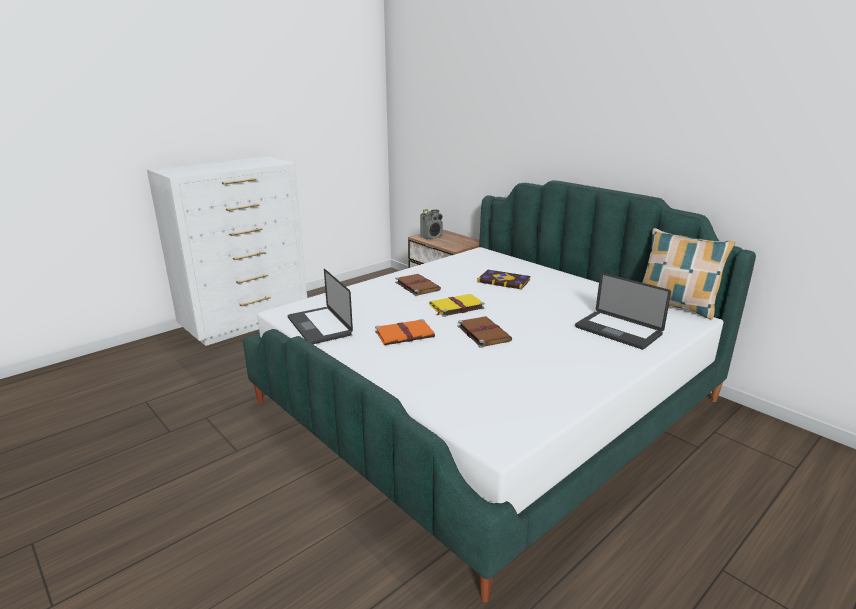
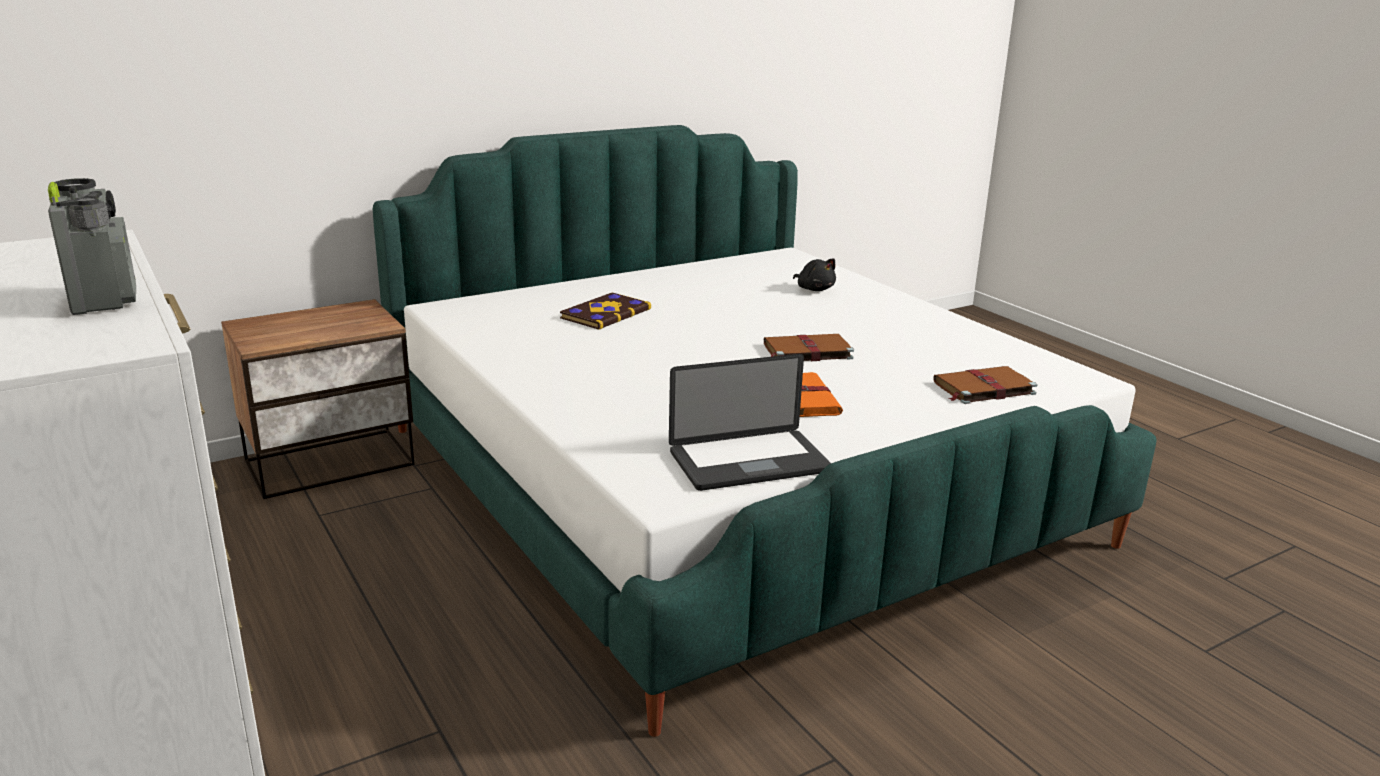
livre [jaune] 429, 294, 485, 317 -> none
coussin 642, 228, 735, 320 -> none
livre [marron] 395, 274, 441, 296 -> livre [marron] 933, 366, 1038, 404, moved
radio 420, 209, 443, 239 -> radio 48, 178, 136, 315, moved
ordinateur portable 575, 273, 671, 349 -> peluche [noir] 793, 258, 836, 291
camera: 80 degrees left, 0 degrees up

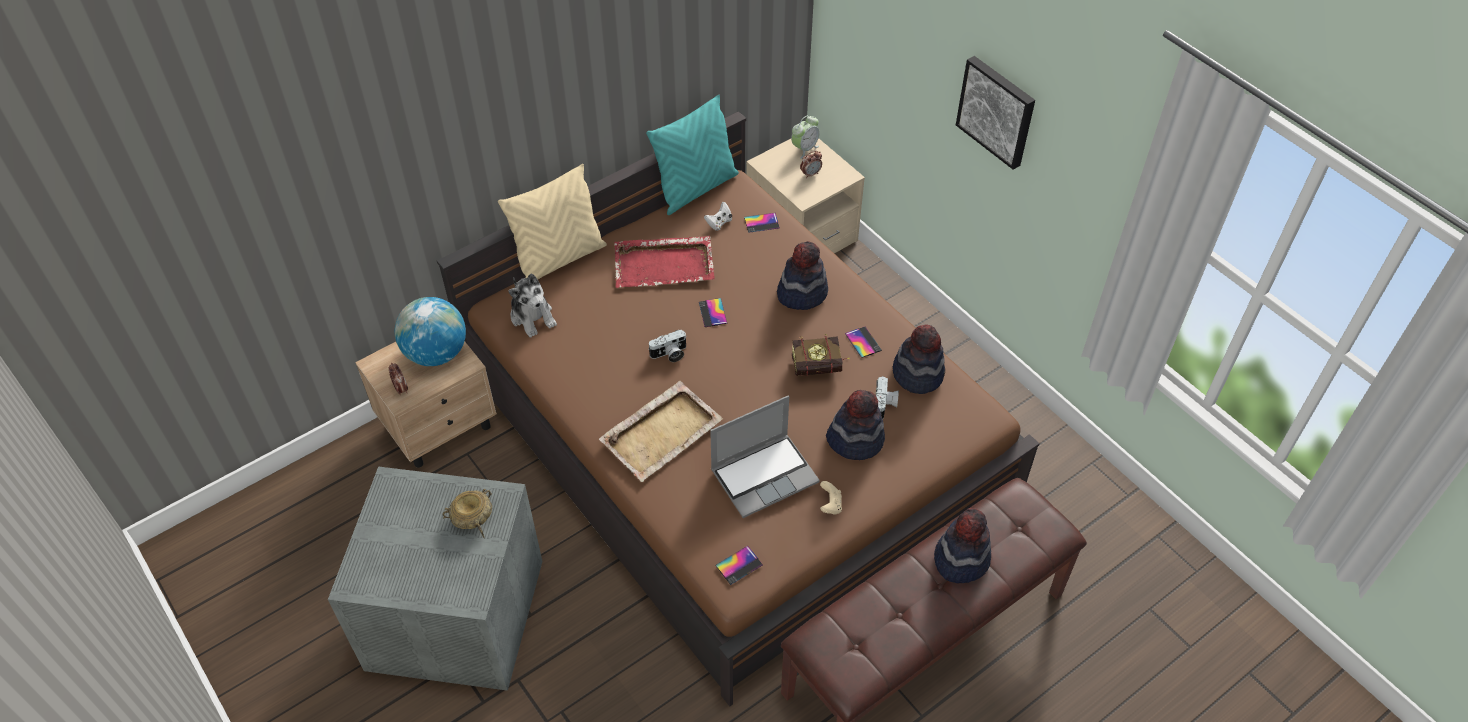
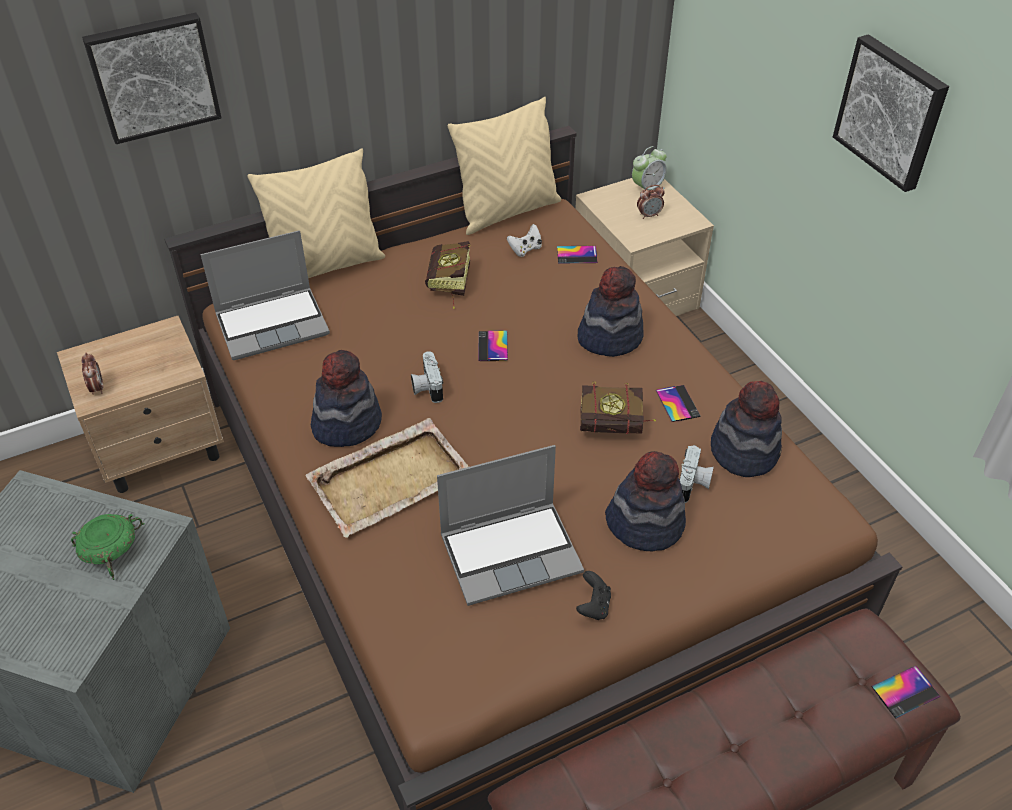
globe 395, 297, 466, 366 -> none
none -> tableau 82, 13, 221, 144
téléphone 715, 546, 763, 585 -> téléphone 871, 666, 940, 718, moved
chapeau 934, 508, 991, 583 -> chapeau 311, 350, 382, 447, moved
peluche 509, 273, 557, 337 -> ordinateur portable 201, 230, 330, 360
plateau [rouge] 614, 236, 714, 288 -> livre 425, 241, 470, 309
bol [beige] 443, 489, 492, 538 -> bol [vert] 71, 514, 145, 580
coussin [turquoise] 646, 94, 739, 215 -> coussin [beige] 448, 97, 561, 235
manette [beige] 820, 481, 842, 515 -> manette [noir] 576, 571, 611, 620
appareil photo 648, 330, 687, 362 -> appareil photo 411, 351, 443, 403, 90 degrees clockwise
camera: 10 degrees right, 5 degrees down

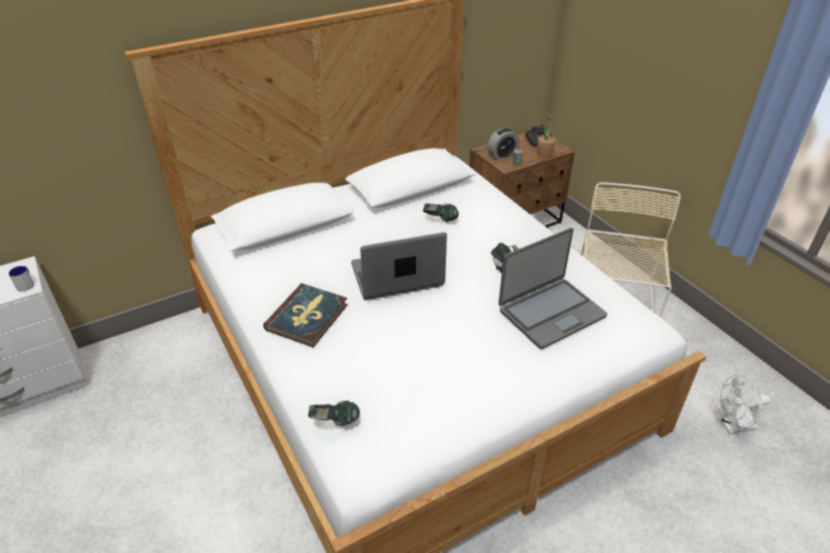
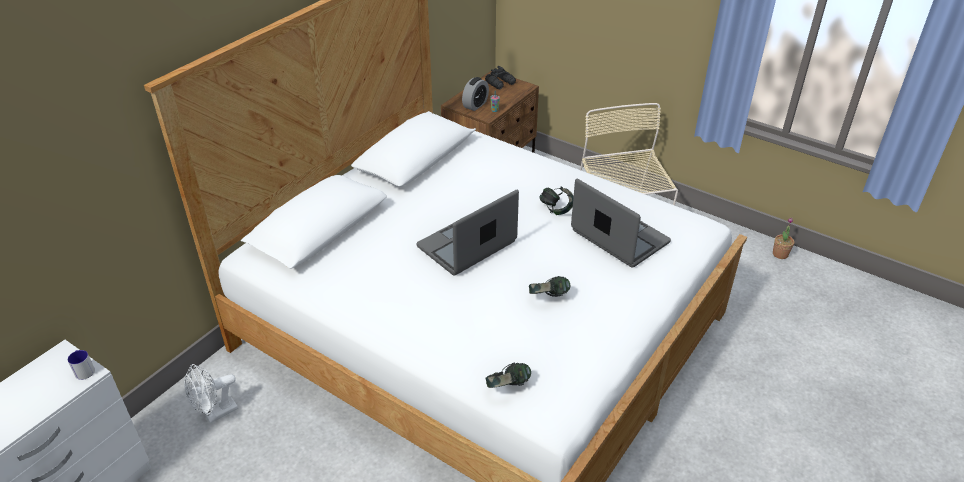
livre 263, 283, 348, 347 -> none
casque audio 423, 203, 459, 222 -> casque audio 529, 276, 570, 297, moved
plante en pot 538, 114, 556, 158 -> plante en pot 773, 218, 794, 259, moved
ventilateur [blanc] 720, 375, 771, 434 -> ventilateur [blanc] 184, 364, 238, 423, moved
ordinateur portable 498, 228, 607, 349 -> ordinateur portable 571, 179, 671, 268, 75 degrees counterclockwise
camera: 25 degrees left, 0 degrees up

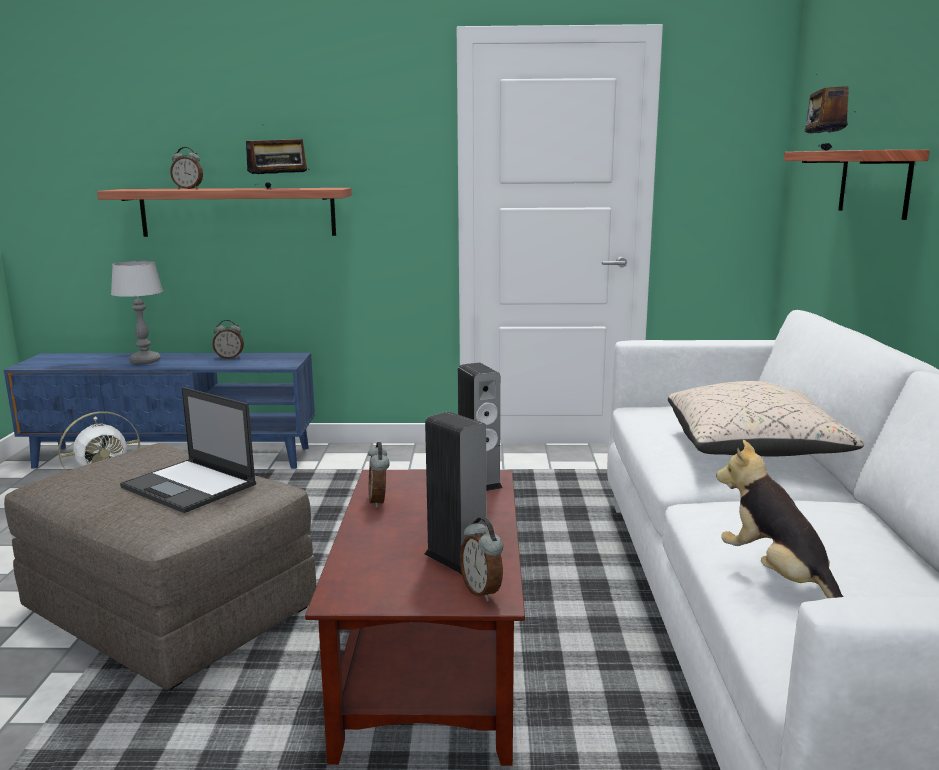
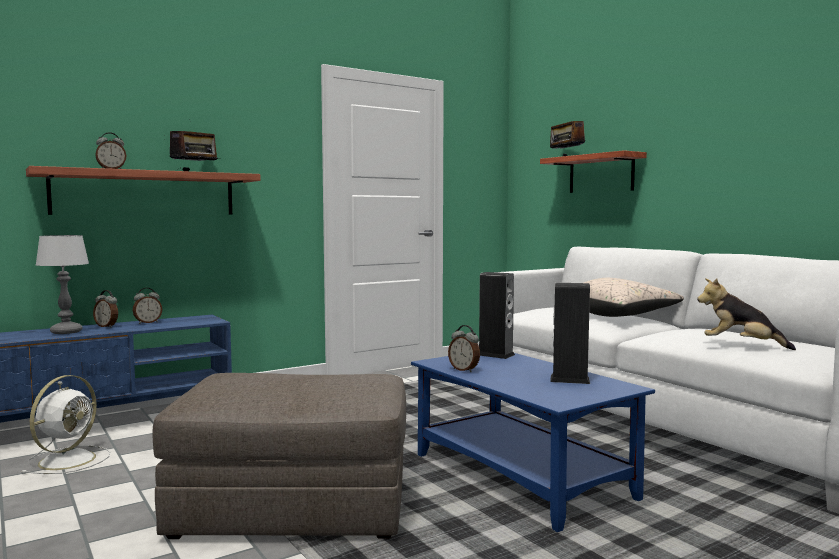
ordinateur portable 120, 387, 256, 513 -> none
réveil 460, 517, 503, 601 -> réveil 93, 290, 118, 328, moved
table basse [marron] 305, 470, 525, 766 -> table basse [bleu] 411, 353, 655, 532
camera: 35 degrees left, 10 degrees down

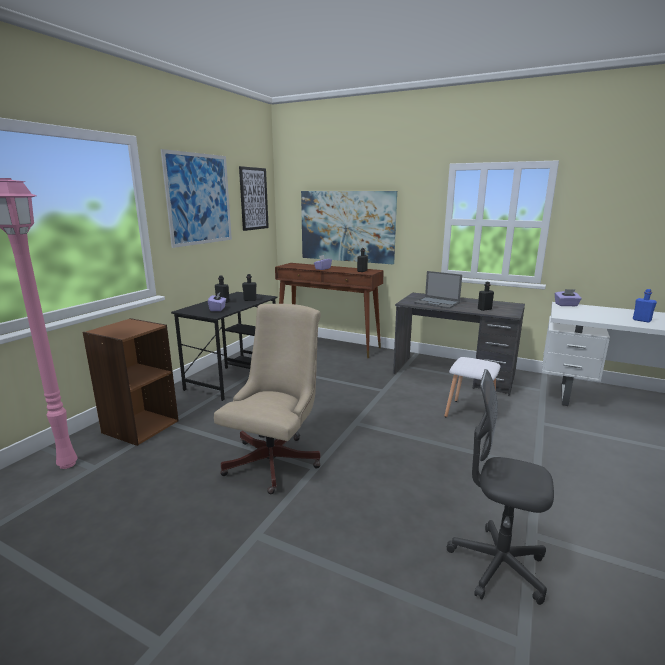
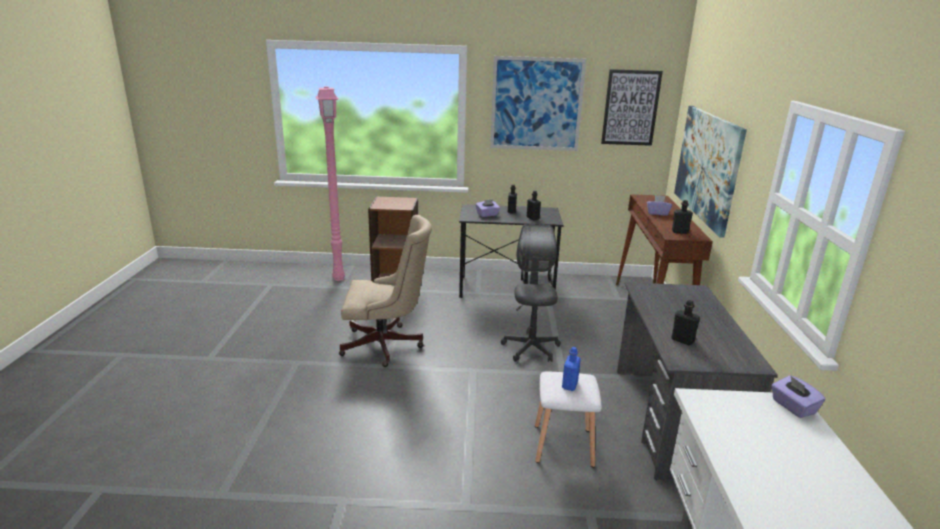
ordinateur portable 414, 271, 462, 309 -> none
chaise de bureau [gris] 447, 369, 554, 605 -> chaise de bureau [gris] 501, 224, 561, 362, moved
bouteille [bleu] 633, 289, 657, 322 -> bouteille [bleu] 562, 347, 581, 391, moved
camera: 65 degrees right, 5 degrees up

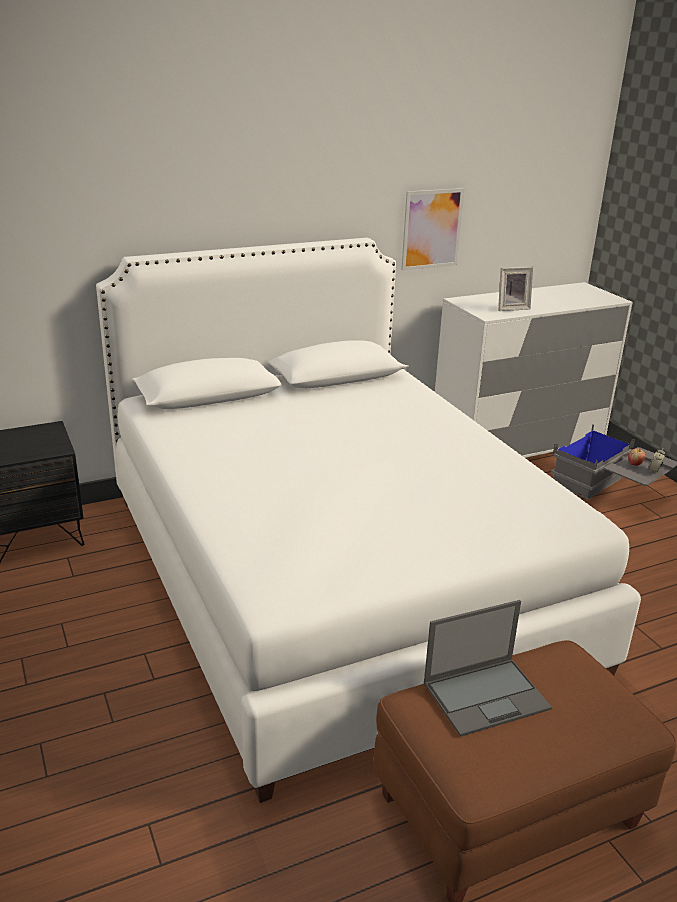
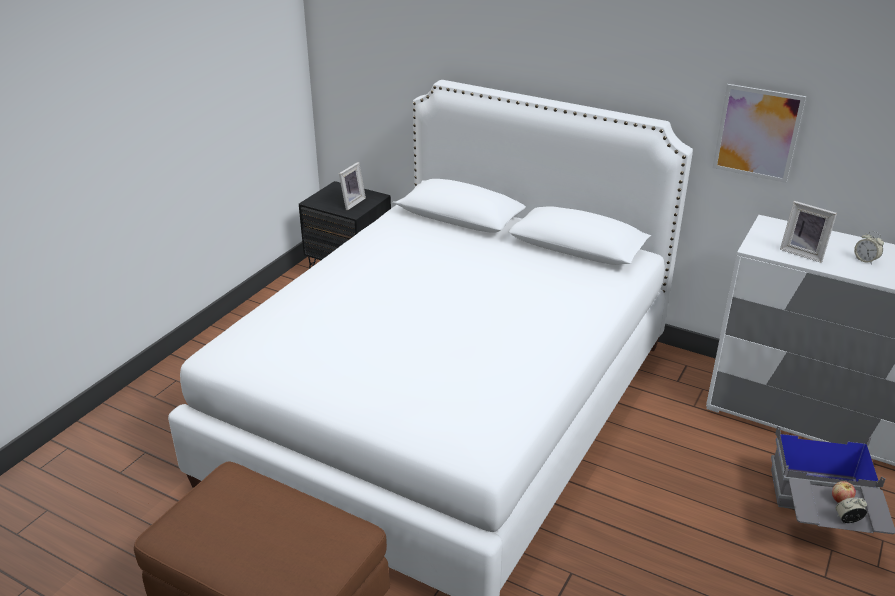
ordinateur portable 424, 600, 552, 737 -> none
none -> cadre photo 339, 162, 366, 210
none -> réveil 854, 231, 884, 265
camera: 55 degrees right, 5 degrees up

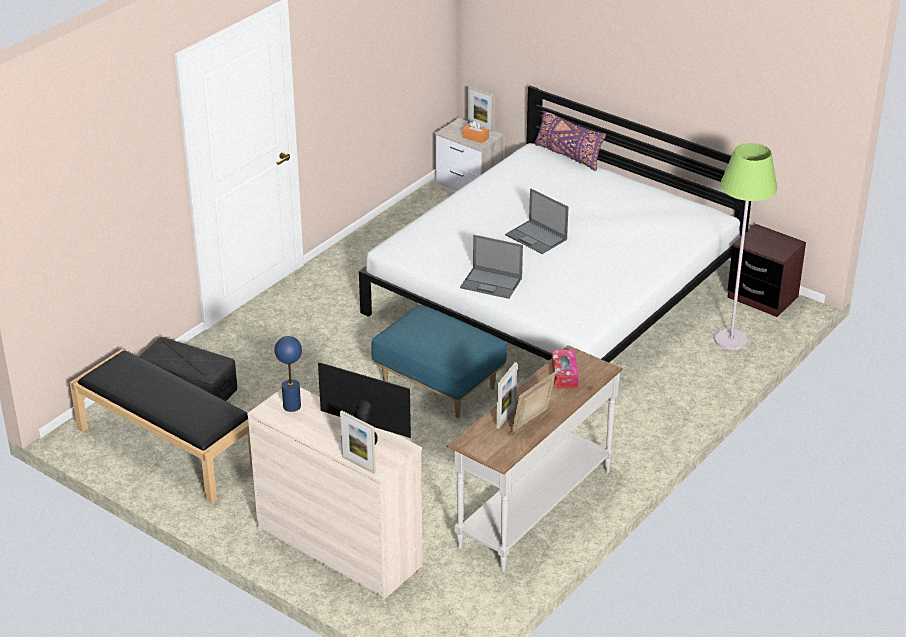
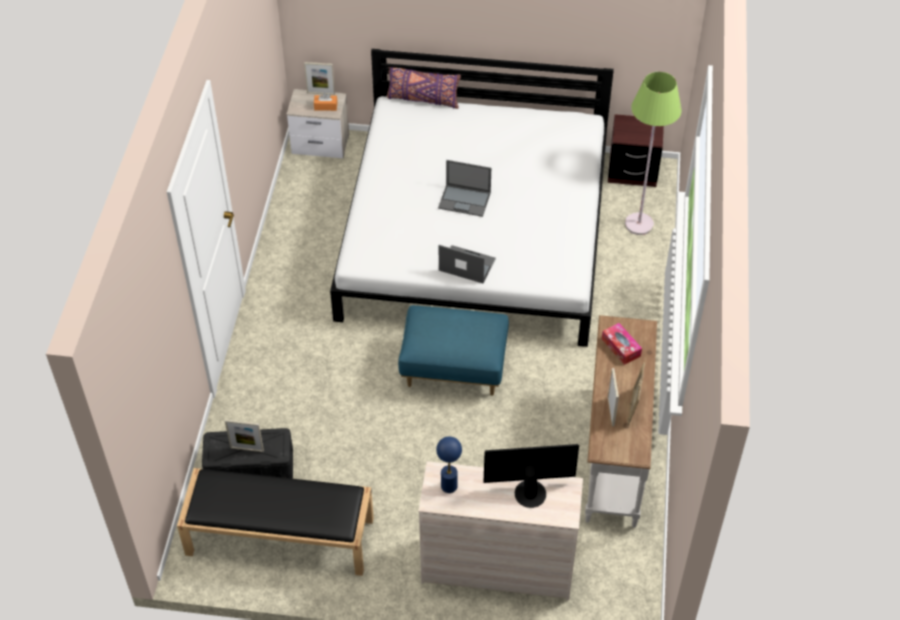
cadre photo 340, 410, 376, 474 -> cadre photo 225, 419, 264, 452, moved
ordinateur portable 460, 235, 523, 299 -> ordinateur portable 439, 245, 496, 283, 150 degrees counterclockwise
camera: 30 degrees left, 15 degrees up

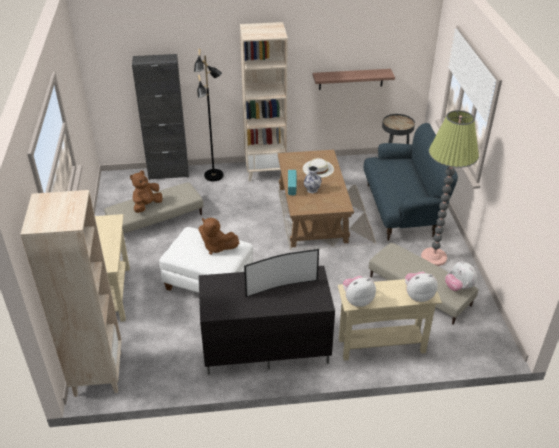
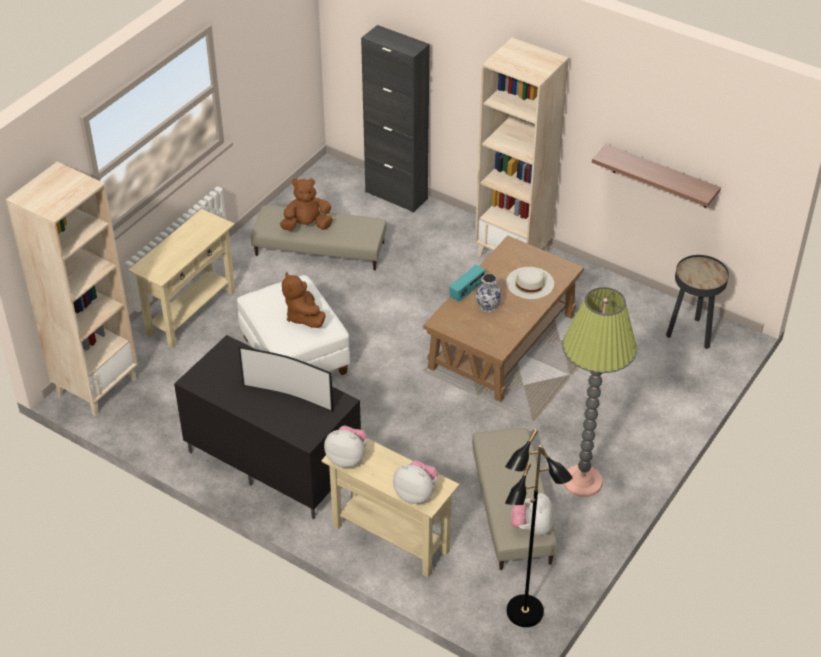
canapé [bleu] 363, 123, 458, 241 -> none
lampadaire [noir] 194, 49, 223, 181 -> lampadaire [noir] 505, 429, 573, 627, moved
camera: 40 degrees right, 5 degrees up

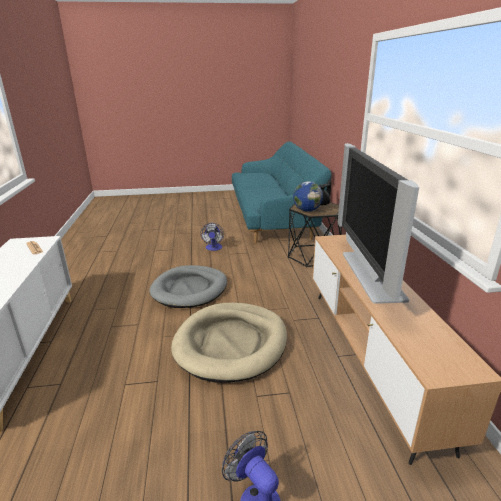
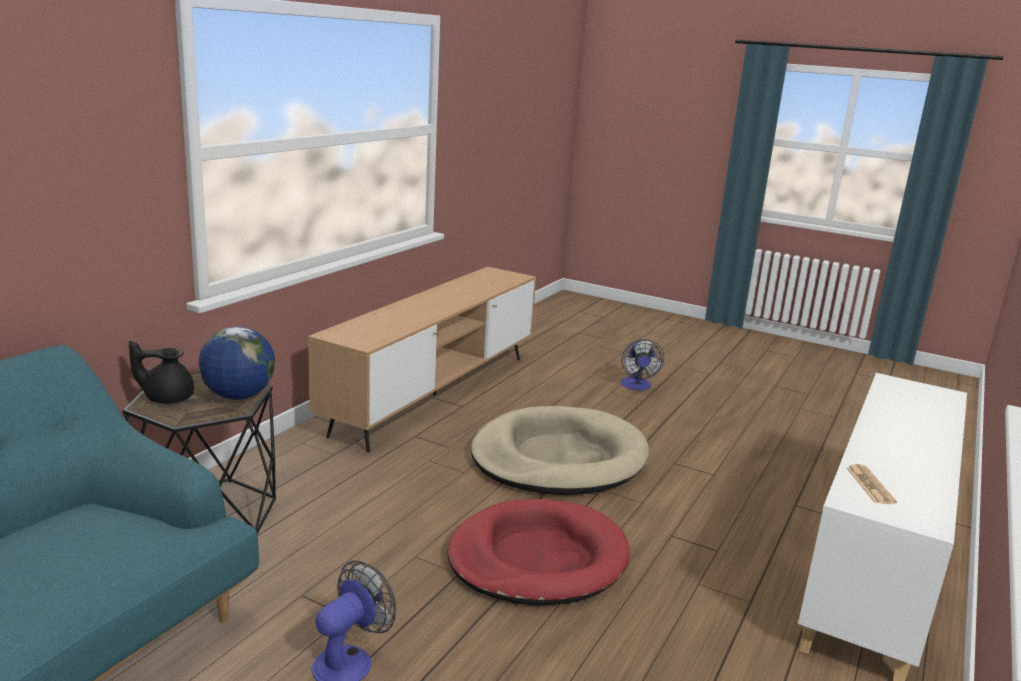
téléviseur 338, 143, 419, 304 -> none
panier pour chien [gris] 149, 265, 227, 308 -> panier pour chien [rouge] 447, 499, 630, 606
camera: 145 degrees left, 5 degrees down

